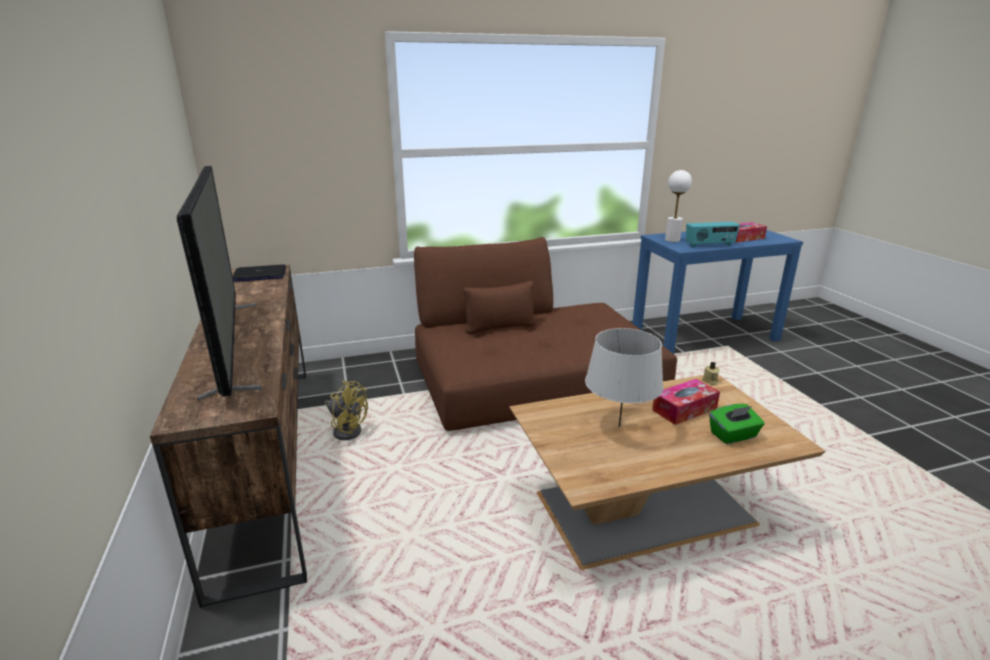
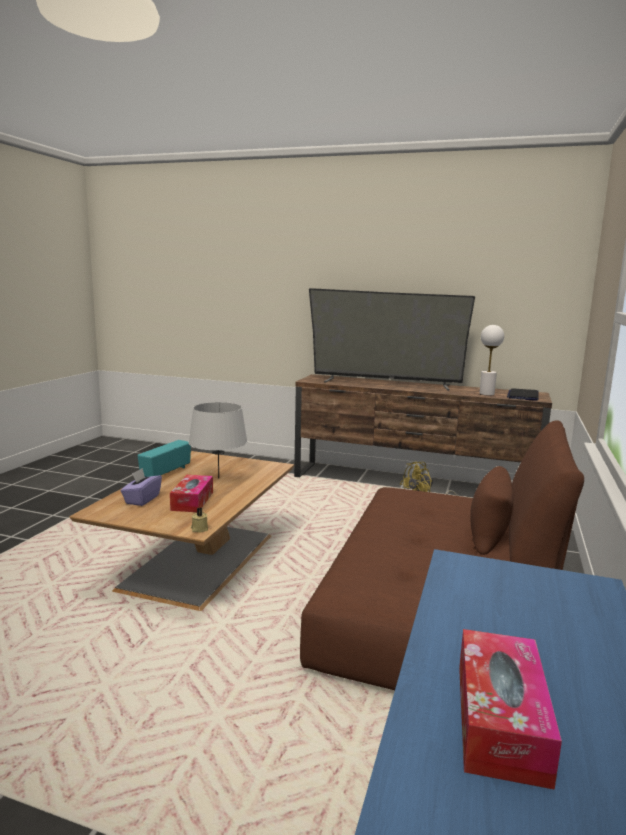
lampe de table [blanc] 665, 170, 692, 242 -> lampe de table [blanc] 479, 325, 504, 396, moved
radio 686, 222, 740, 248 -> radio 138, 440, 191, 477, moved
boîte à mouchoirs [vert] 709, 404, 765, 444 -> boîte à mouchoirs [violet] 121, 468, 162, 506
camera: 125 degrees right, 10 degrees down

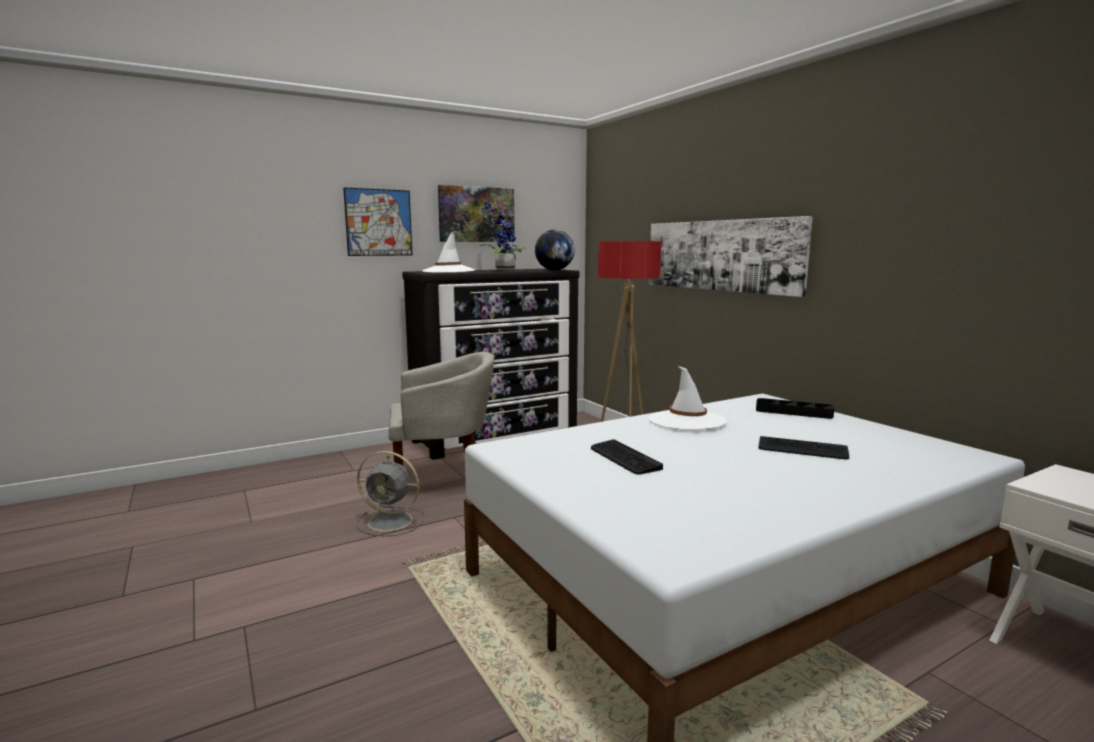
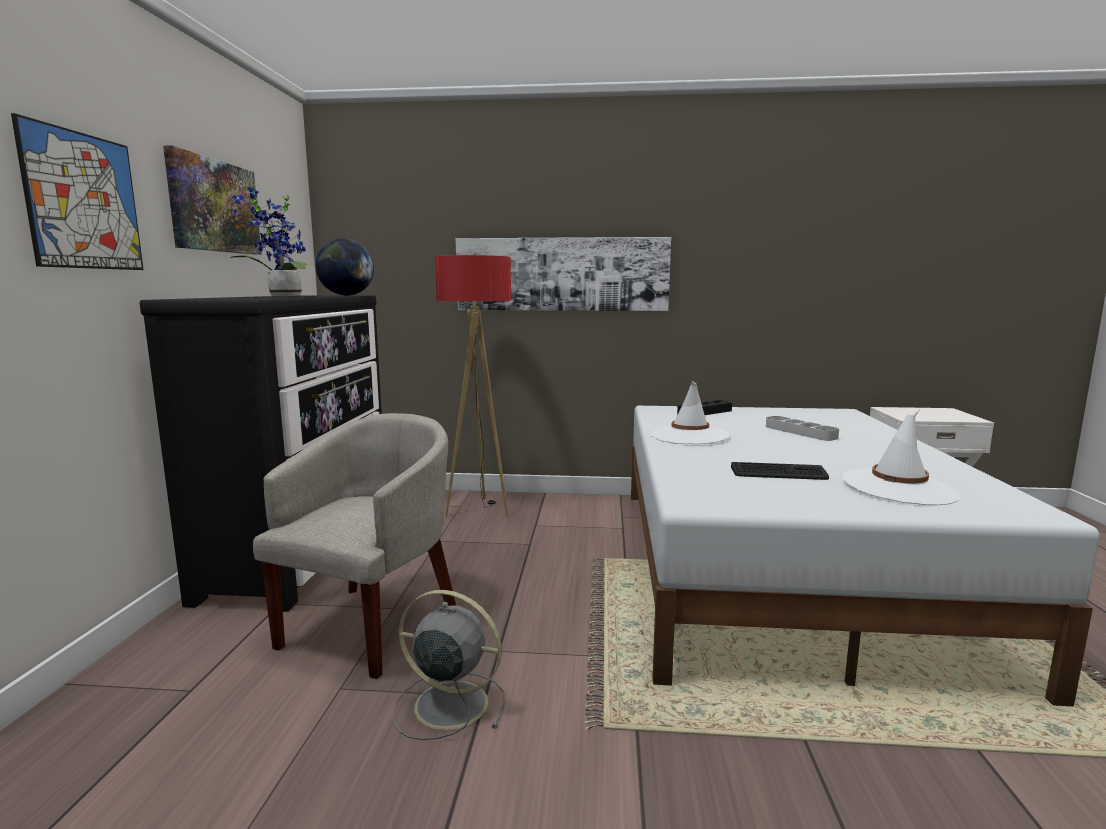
chapeau [blanc] 422, 231, 475, 273 -> chapeau [blanc] 842, 410, 960, 505, moved
clavier 759, 436, 849, 459 -> plateau [gris] 766, 416, 839, 441
ventilateur [gris] 356, 451, 425, 536 -> ventilateur [gris] 392, 590, 505, 740, 120 degrees counterclockwise
camera: 55 degrees left, 0 degrees up

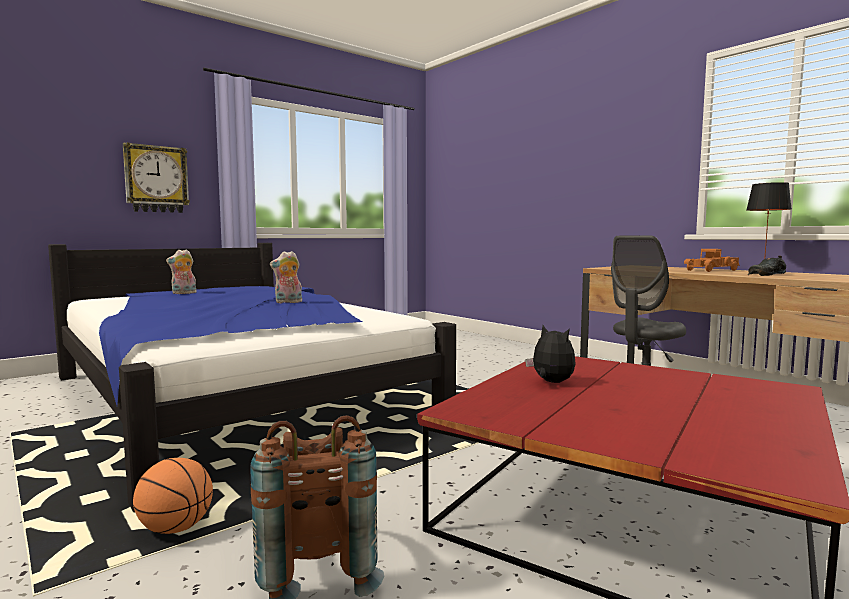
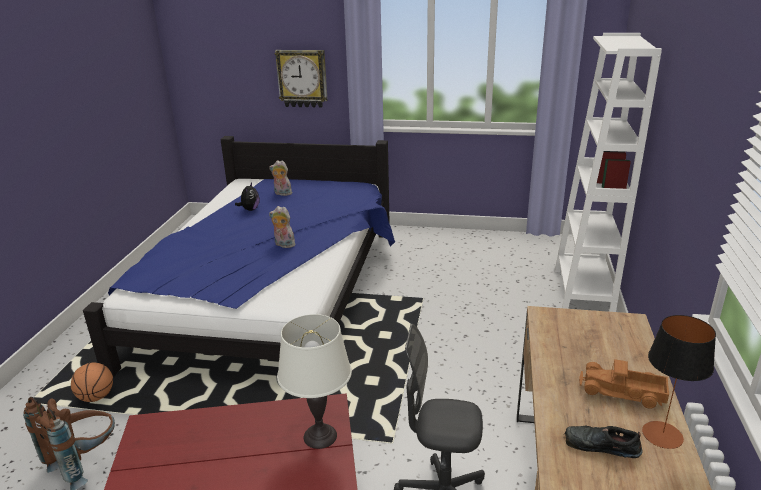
none -> lampe de table [blanc] 277, 314, 352, 449
none -> bibliothèque [blanc] 555, 33, 662, 312
peluche 525, 325, 576, 383 -> peluche 235, 182, 260, 211, moved
camera: 50 degrees right, 20 degrees up

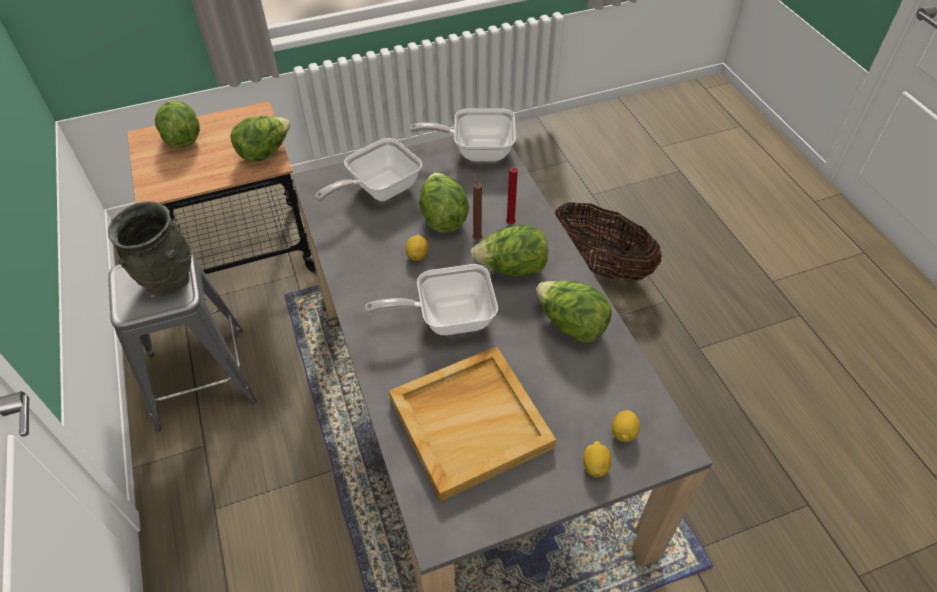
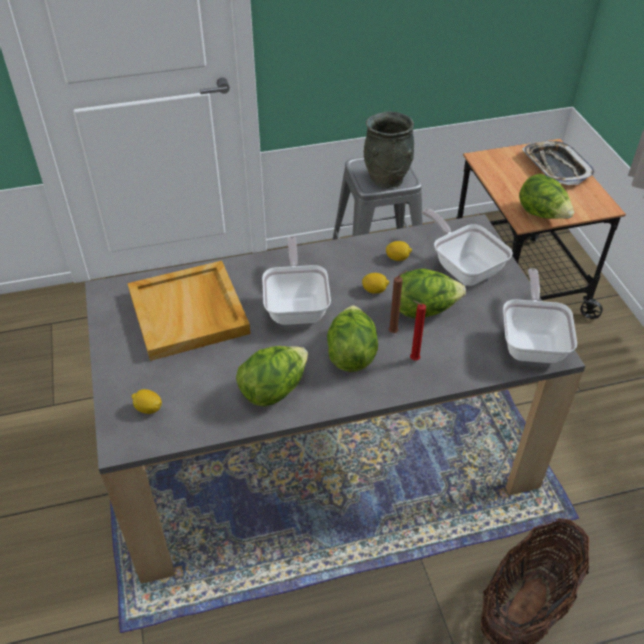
citron 583, 441, 611, 477 -> citron 386, 241, 412, 261, moved
laitue 155, 100, 200, 148 -> plateau 522, 141, 596, 185
camera: 95 degrees right, 5 degrees down

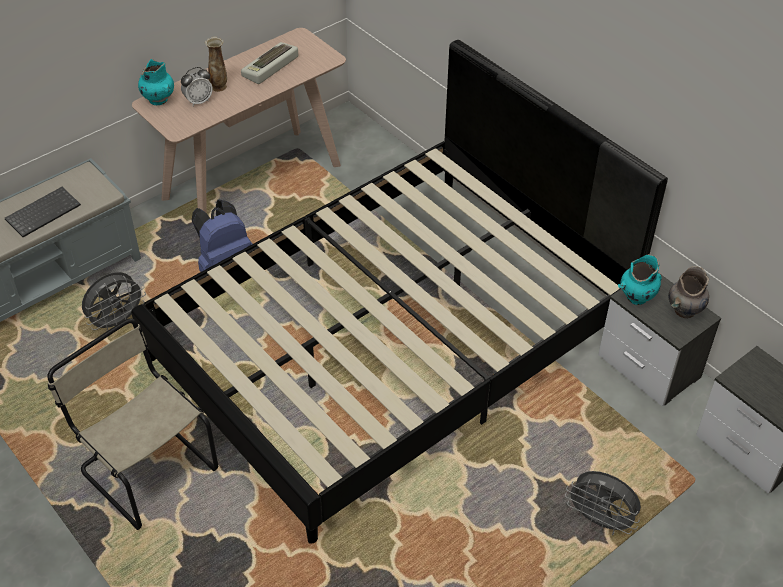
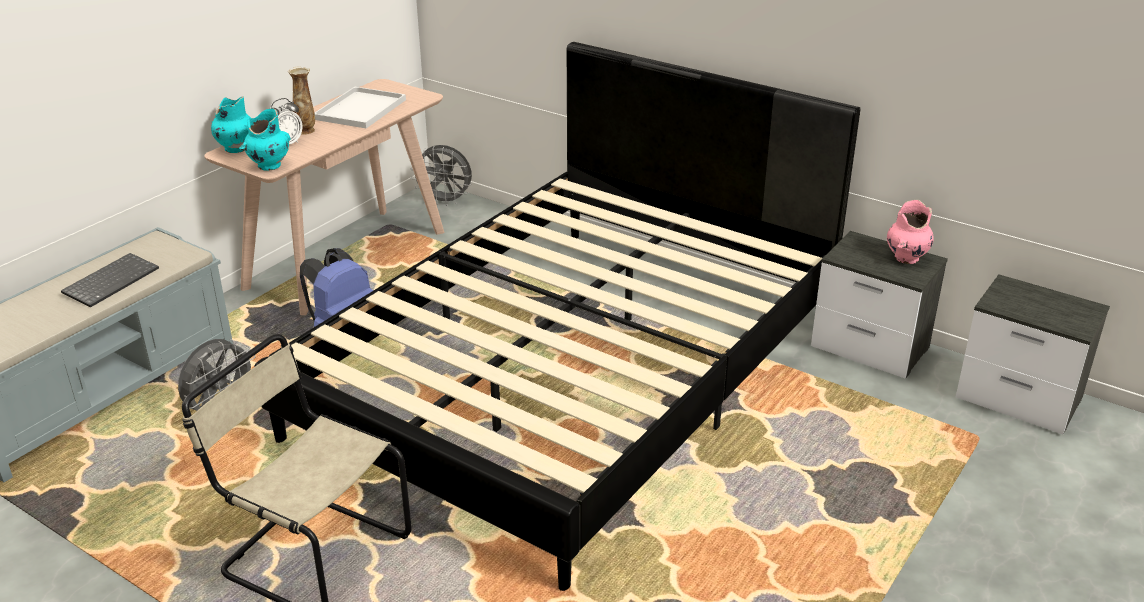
ventilateur [gris] 565, 471, 641, 535 -> ventilateur [gris] 410, 145, 472, 206, moved
vase [turquoise] 618, 254, 662, 305 -> vase [turquoise] 239, 108, 291, 171, moved
clavier 241, 42, 298, 84 -> plateau [blanc] 315, 87, 406, 128
vase [gris] 668, 266, 709, 318 -> vase [rose] 887, 200, 934, 264
camera: 15 degrees left, 15 degrees down

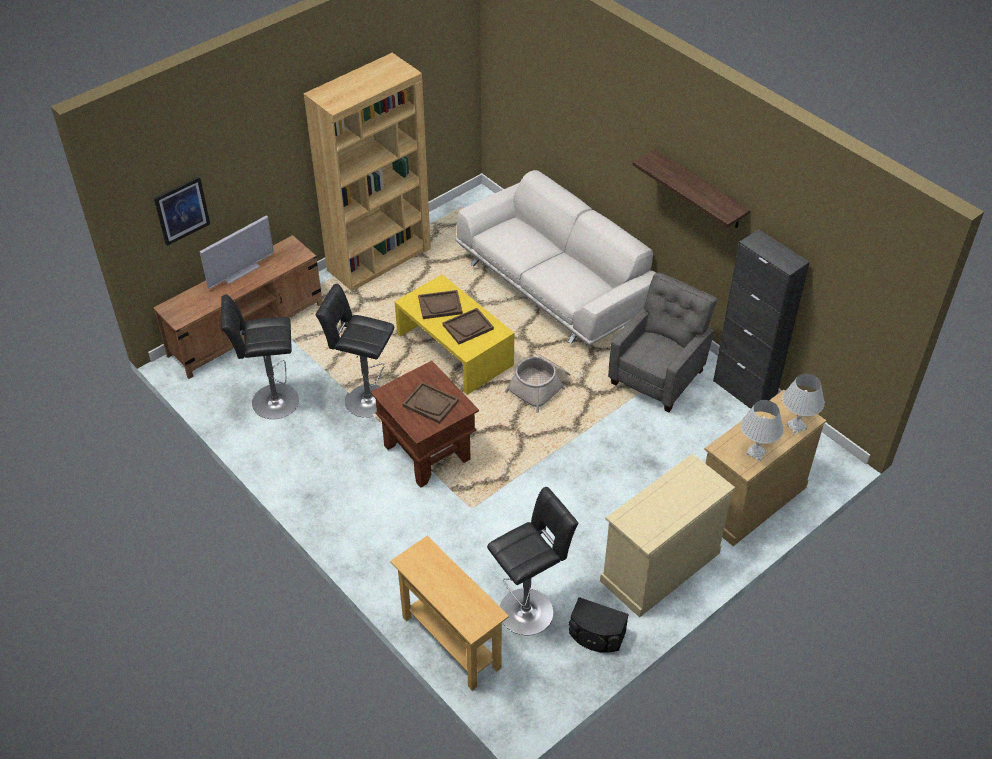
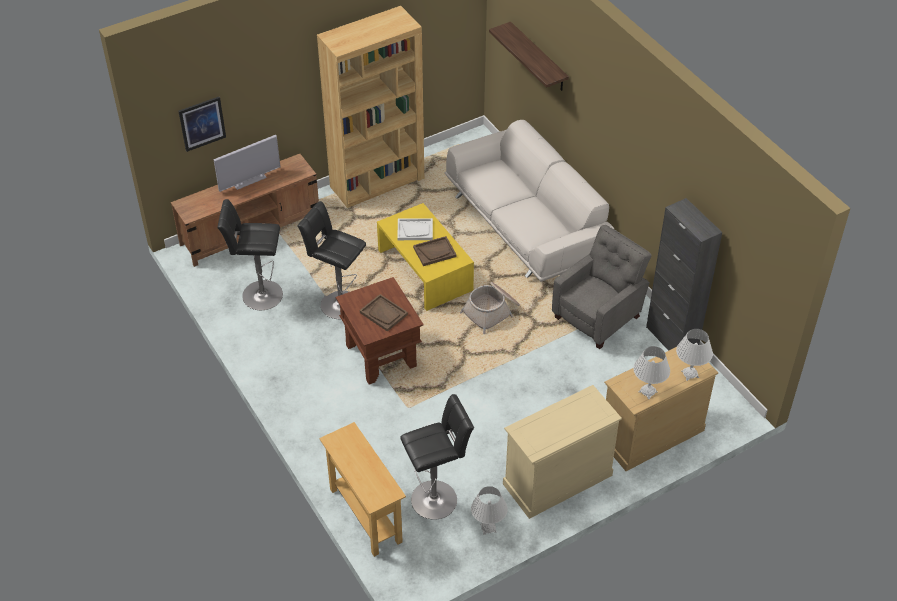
étagère 632, 149, 750, 228 -> étagère 489, 22, 569, 91, moved
enceinte [noir] 569, 597, 629, 653 -> lampe de table [blanc] 471, 486, 508, 535
plateau [marron] 418, 290, 463, 319 -> plateau [blanc] 397, 218, 433, 240
camera: 10 degrees right, 0 degrees up

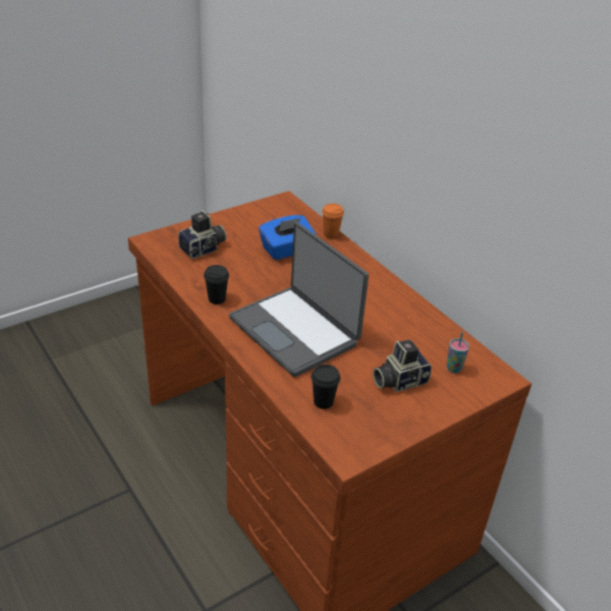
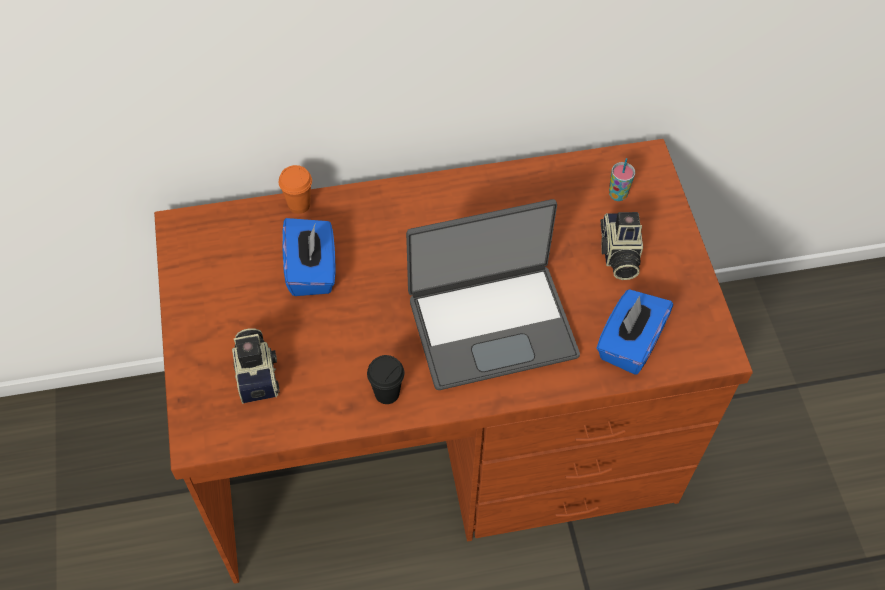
tasse [noir] 311, 364, 340, 409 -> boîte à mouchoirs [bleu] 597, 289, 673, 374
camera: 65 degrees left, 20 degrees up

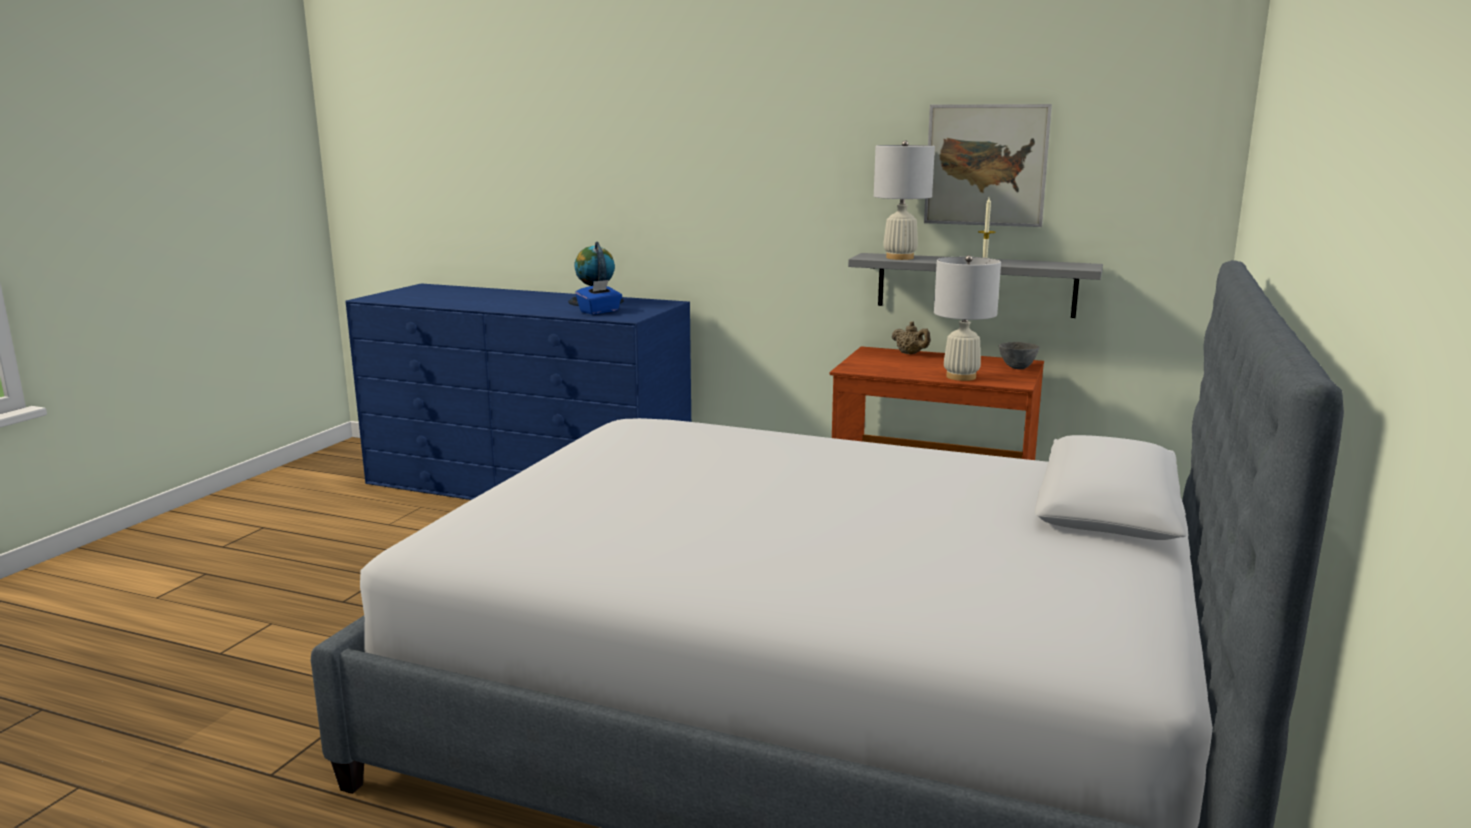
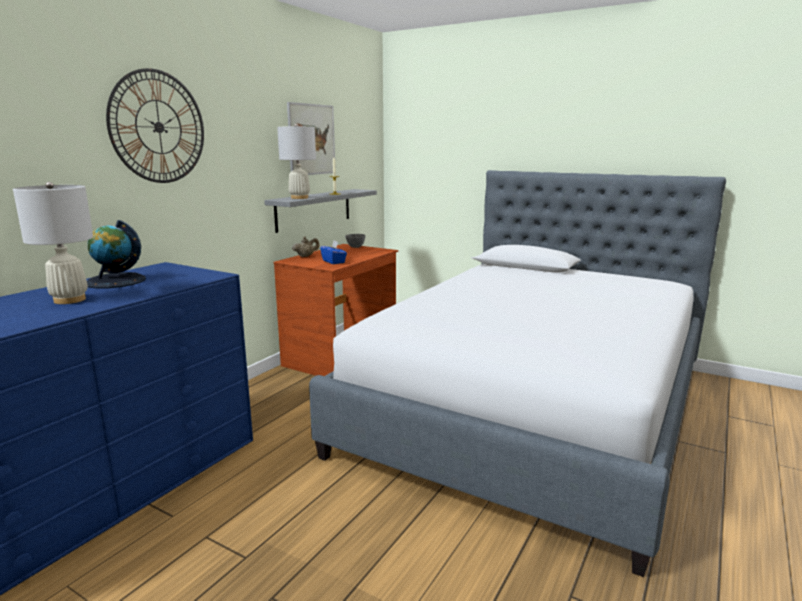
none -> horloge murale 106, 68, 204, 183
boîte à mouchoirs [bleu] 575, 280, 622, 314 -> boîte à mouchoirs [bleu] 320, 241, 347, 264, moved
lampe de table [blanc] 934, 255, 1001, 381 -> lampe de table [blanc] 13, 182, 93, 304, moved
camera: 80 degrees left, 0 degrees up

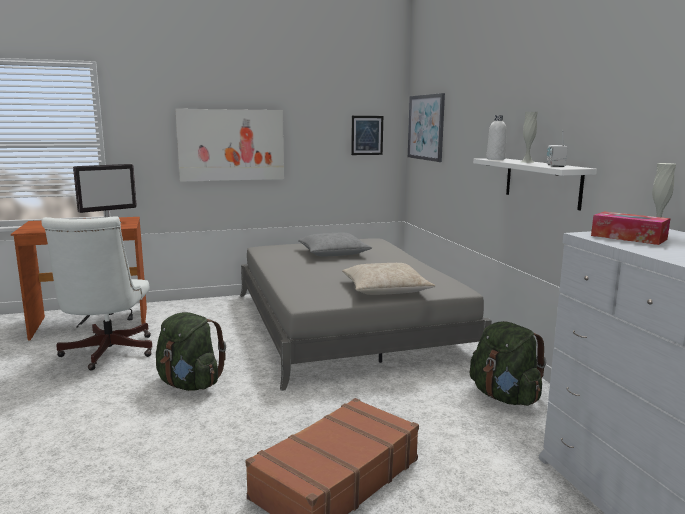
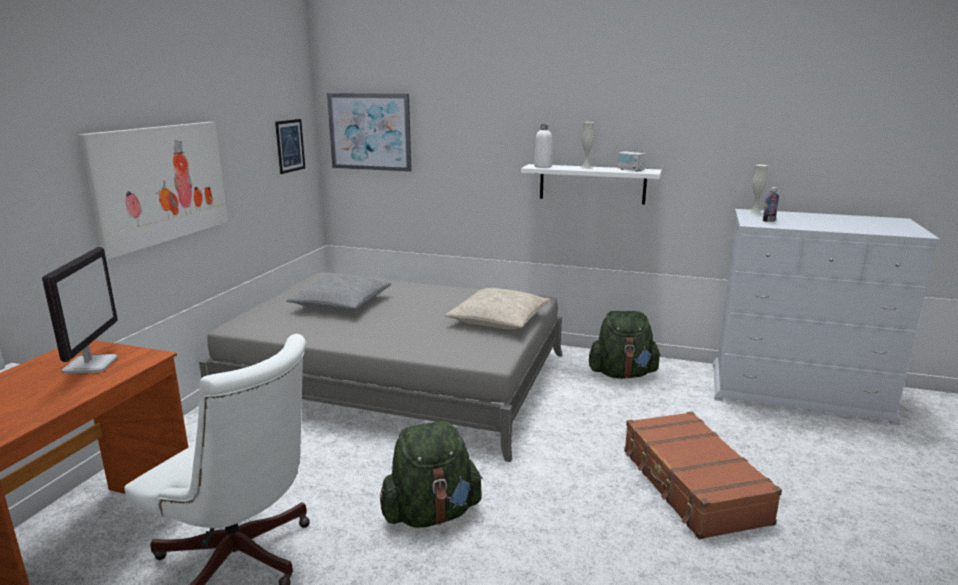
boîte à mouchoirs 591, 212, 671, 245 -> bouteille 763, 187, 779, 222
camera: 55 degrees left, 5 degrees up

